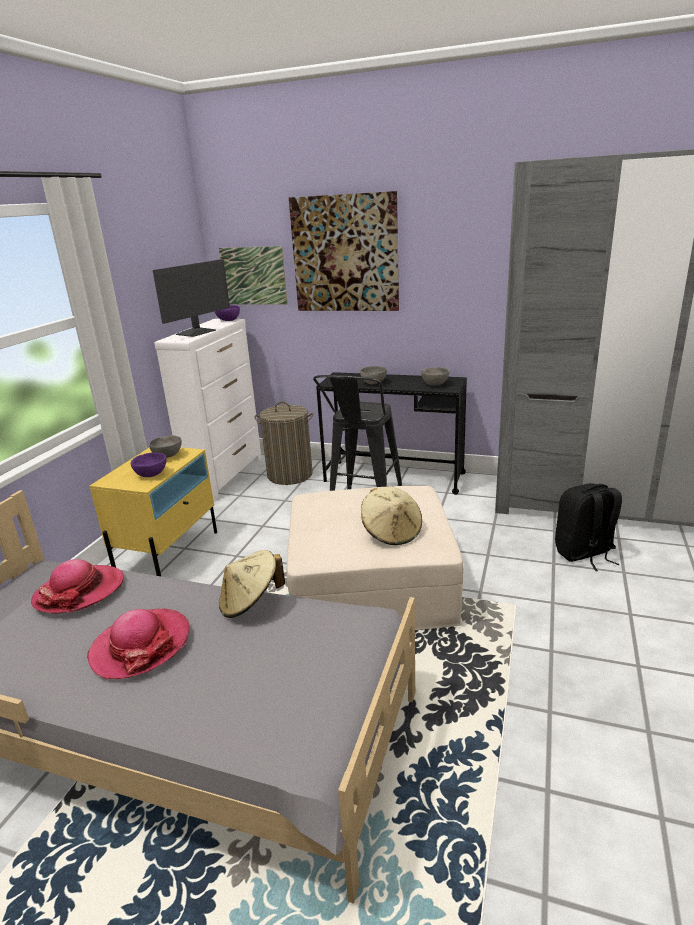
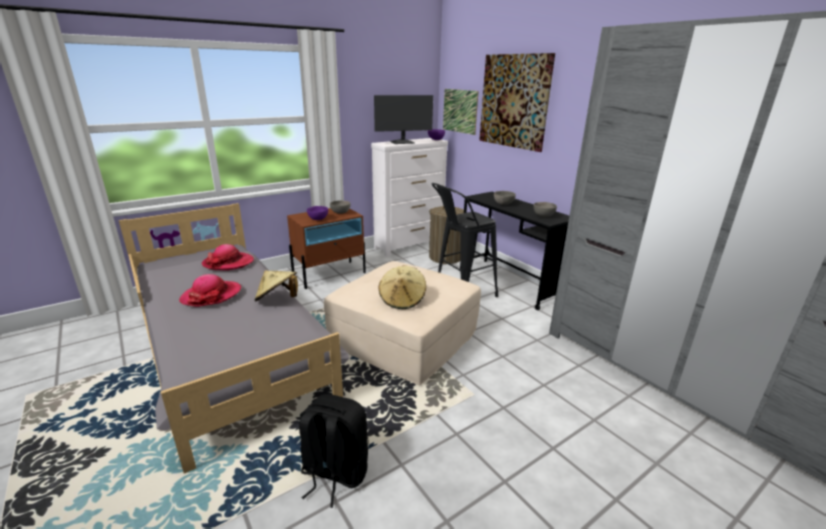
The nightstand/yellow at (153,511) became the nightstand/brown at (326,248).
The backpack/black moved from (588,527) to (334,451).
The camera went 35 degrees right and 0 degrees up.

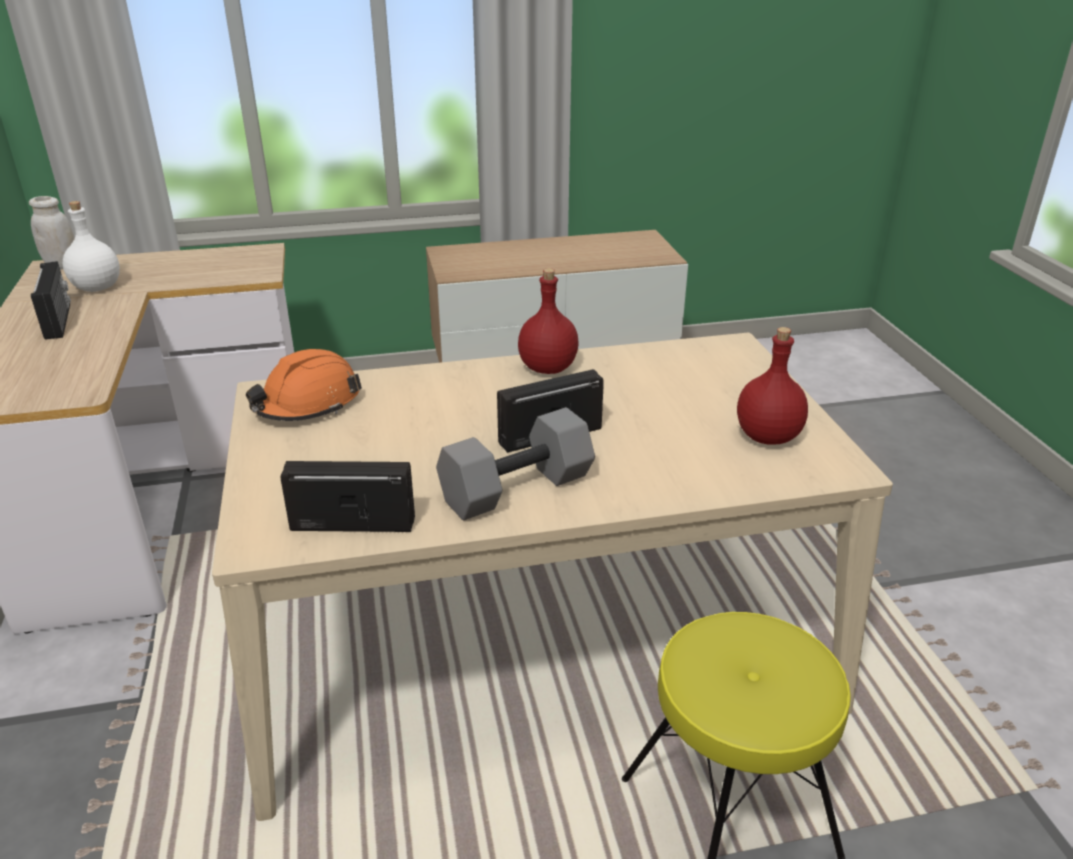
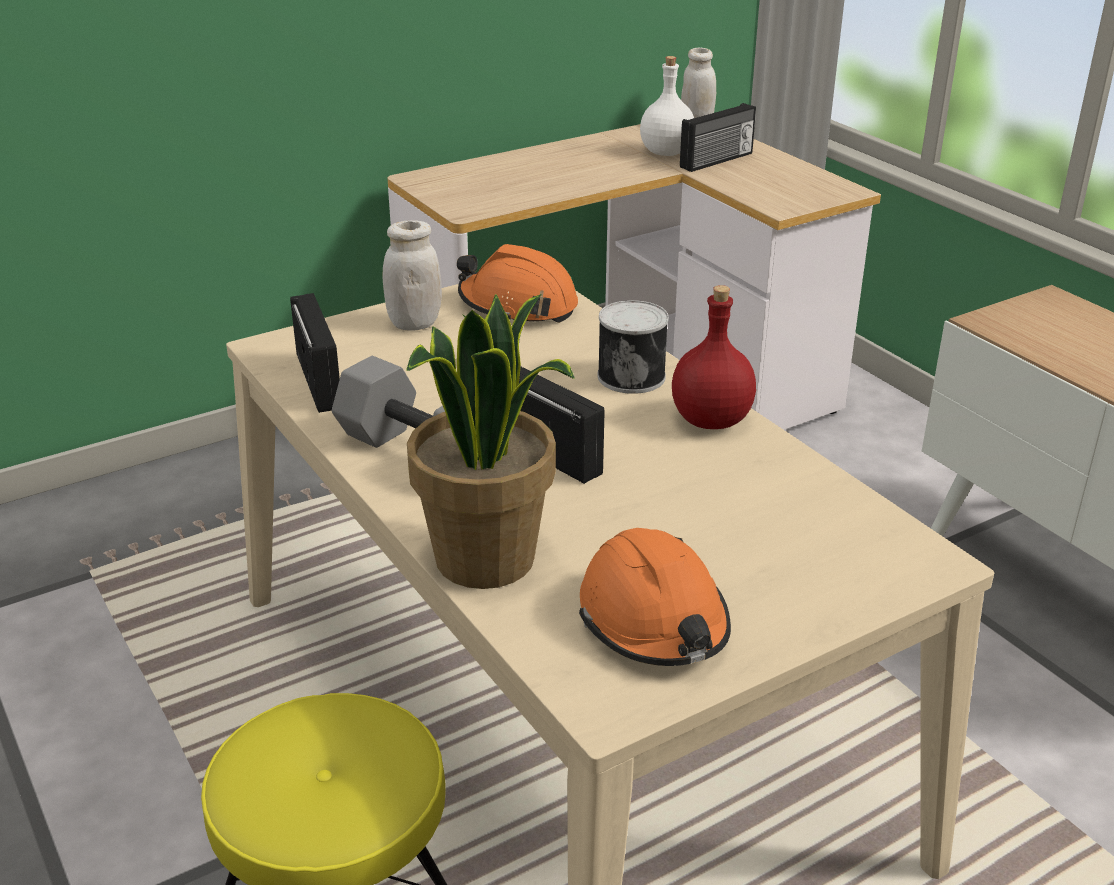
The radio moved from (51,300) to (718,137).
The bottle/red at (772,386) was replaced by the hard hat/orange at (655,597).
The jar/white at (412,275) appeared.
The potted plant at (490,441) appeared.
The can at (633,347) appeared.
The camera went 70 degrees right and 0 degrees up.

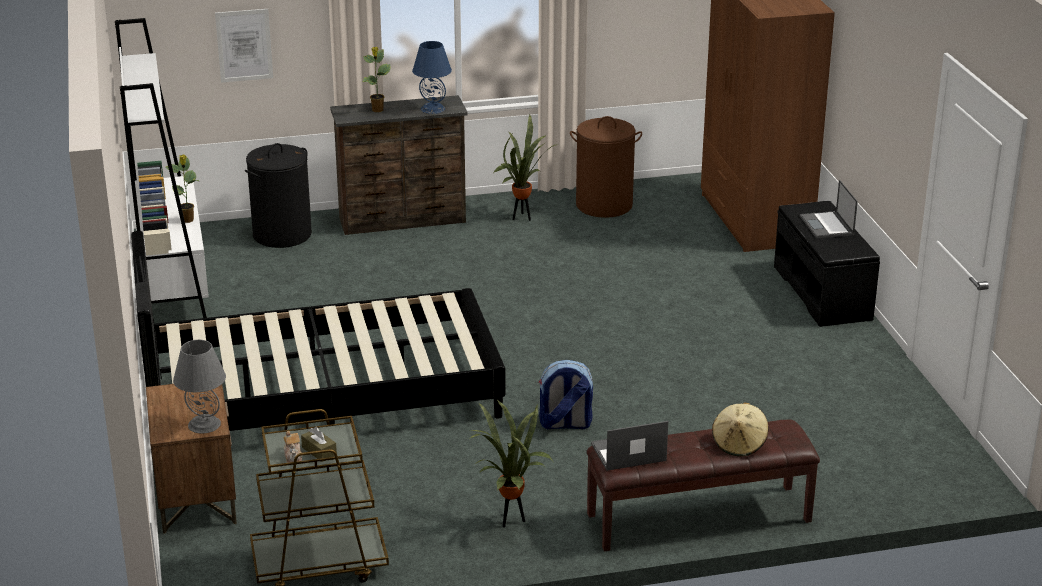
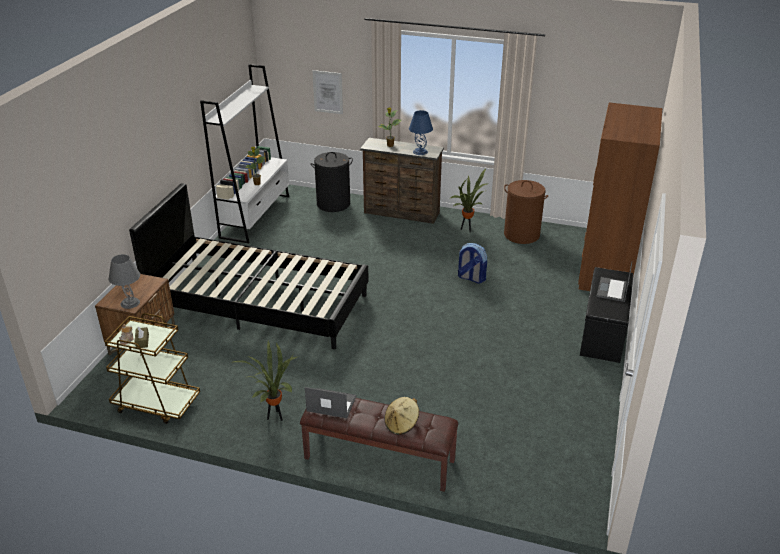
The backpack moved from (566,394) to (472,263).
The camera went 30 degrees right and 5 degrees up.

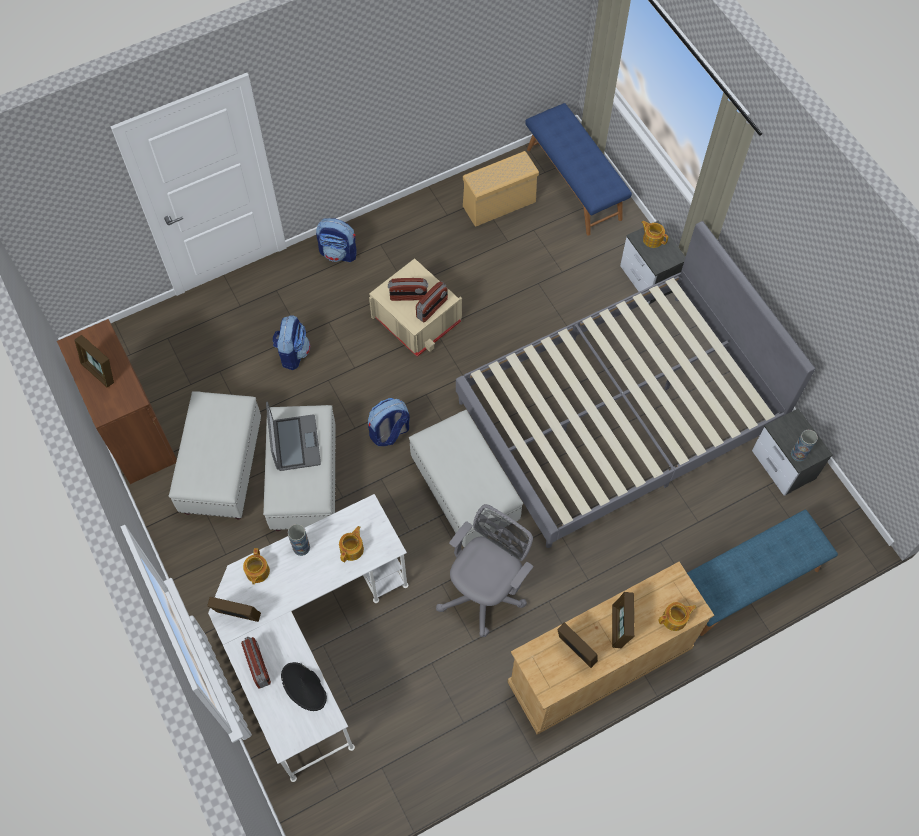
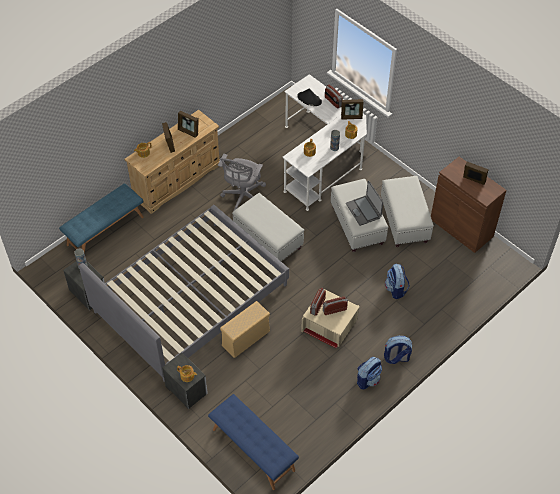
The backpack moved from (389,422) to (369,373).
The storage box/beige moved from (501,188) to (245,329).
The camera went 165 degrees right and 10 degrees down.

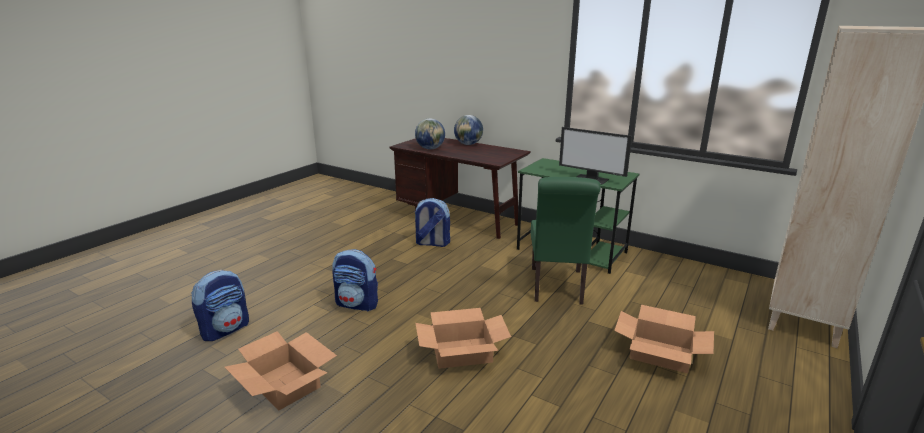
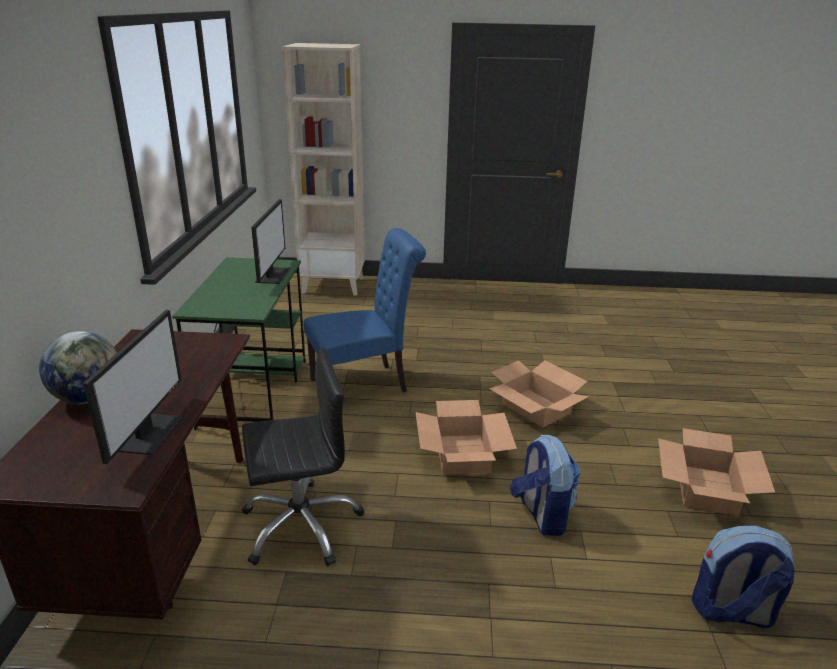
The backpack at (432,222) was replaced by the office chair/black at (303,457).
The globe at (430,134) was replaced by the monitor at (132,387).
The chair/green at (566,241) became the chair/blue at (365,310).
The cardboard box moved from (664,339) to (466,437).
The camera went 120 degrees left and 5 degrees up.

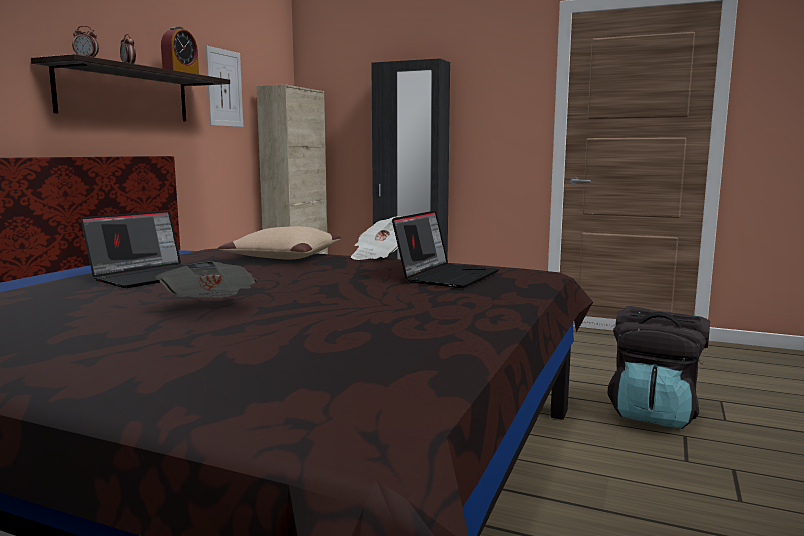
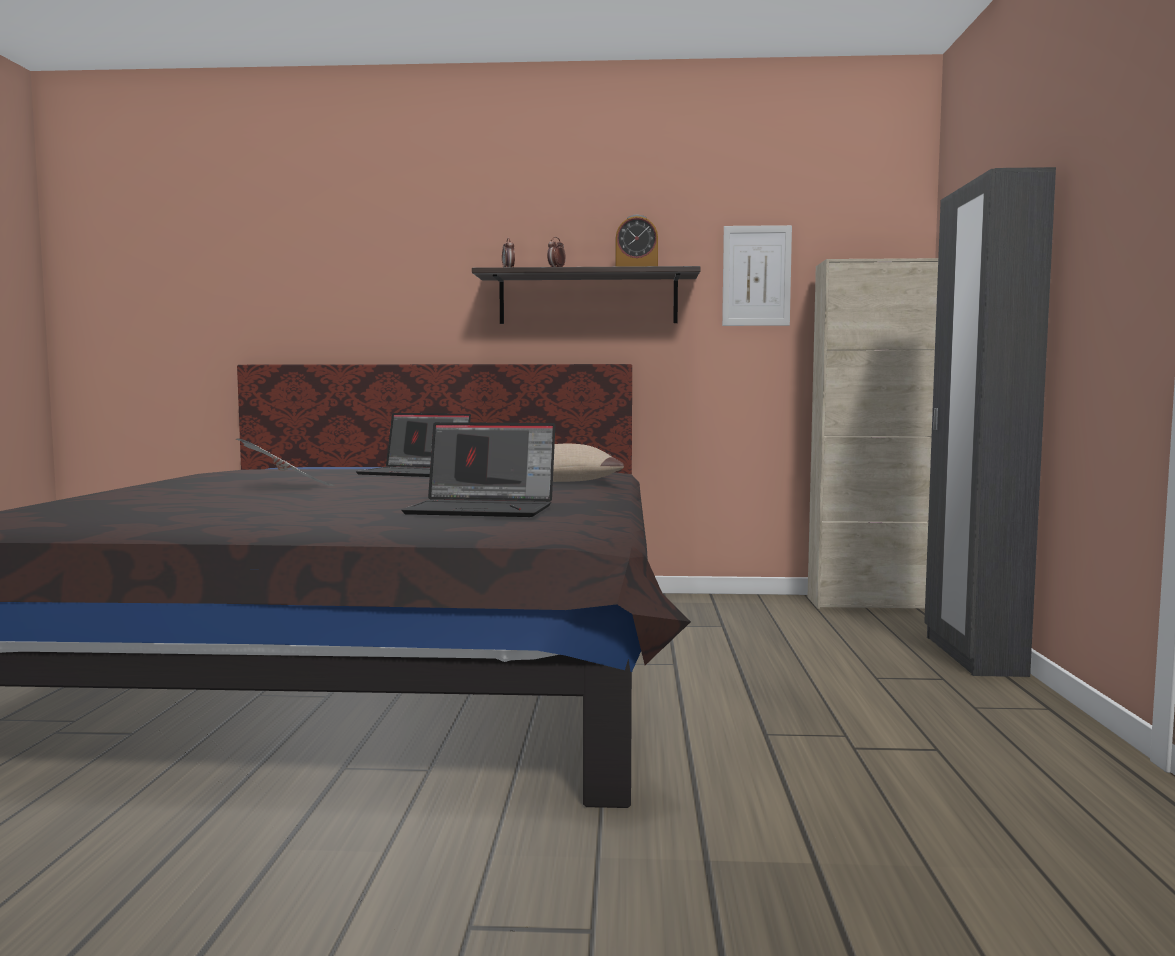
The newspaper at (376,238) disappeared.
The backpack/black at (659,367) disappeared.
The camera went 70 degrees right and 5 degrees down.

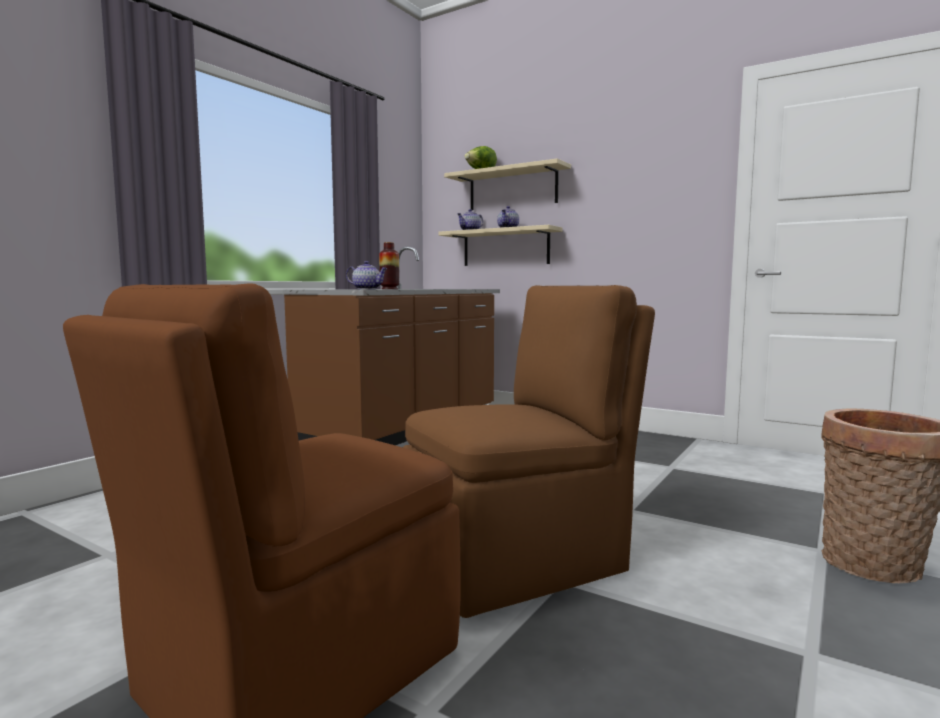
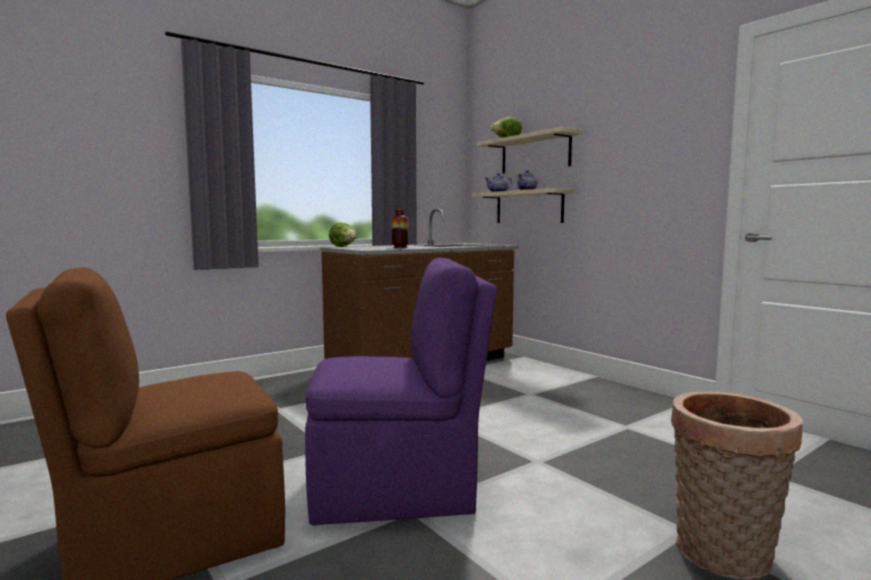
The teapot at (367,275) disappeared.
The chair/brown at (529,451) became the chair/purple at (401,391).
The lettuce at (342,234) appeared.
The camera went 20 degrees right and 0 degrees up.

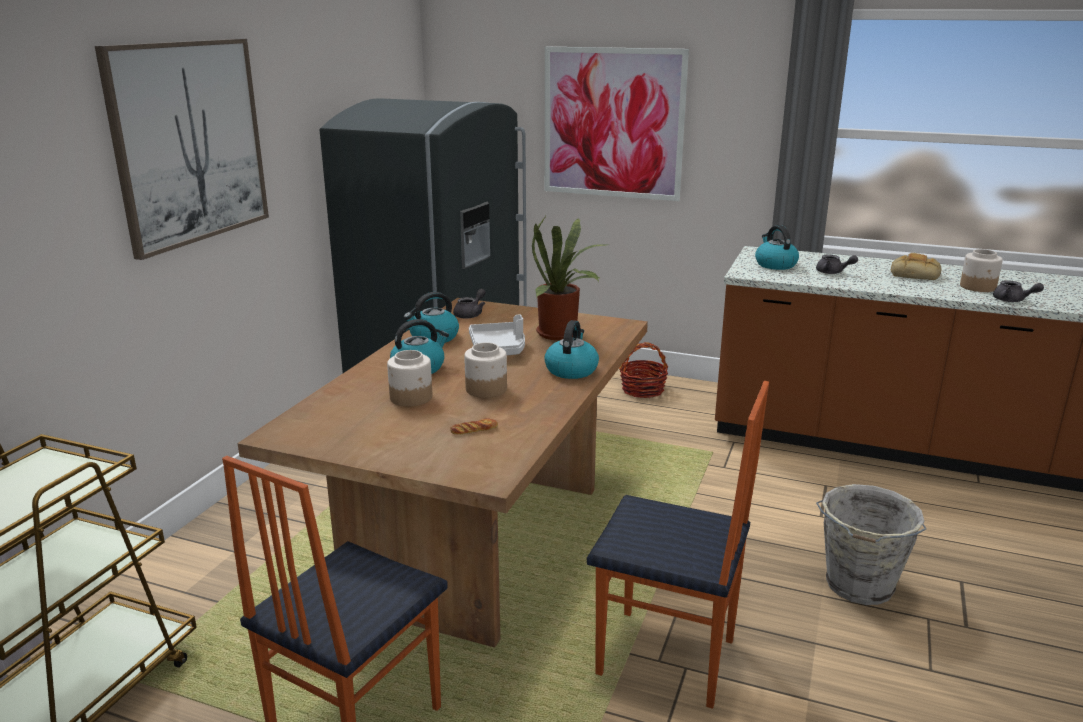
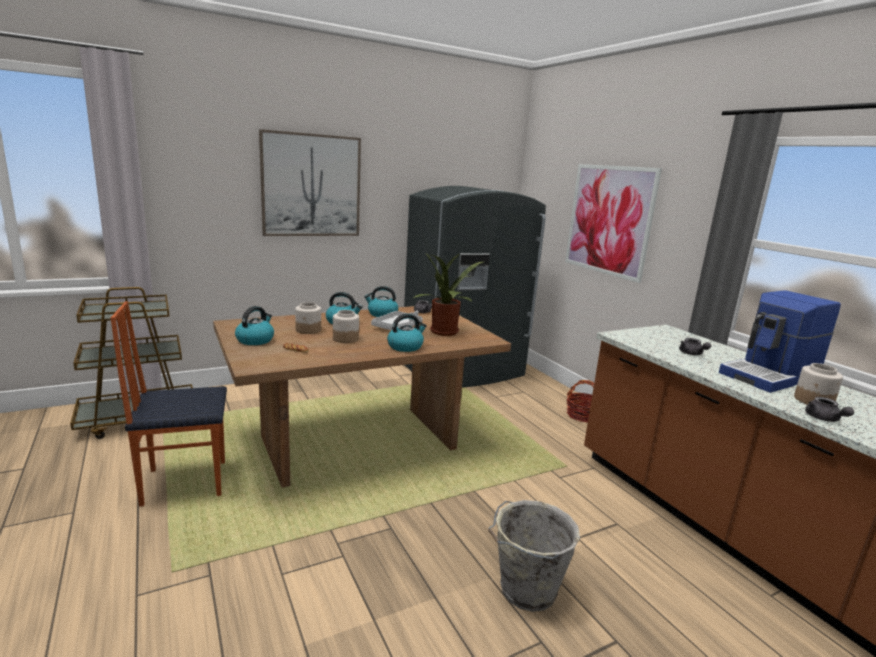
The chair at (678,545) disappeared.
The kettle moved from (777,247) to (254,325).
The bread at (916,266) was replaced by the coffee machine at (780,341).
The camera went 40 degrees right and 5 degrees down.

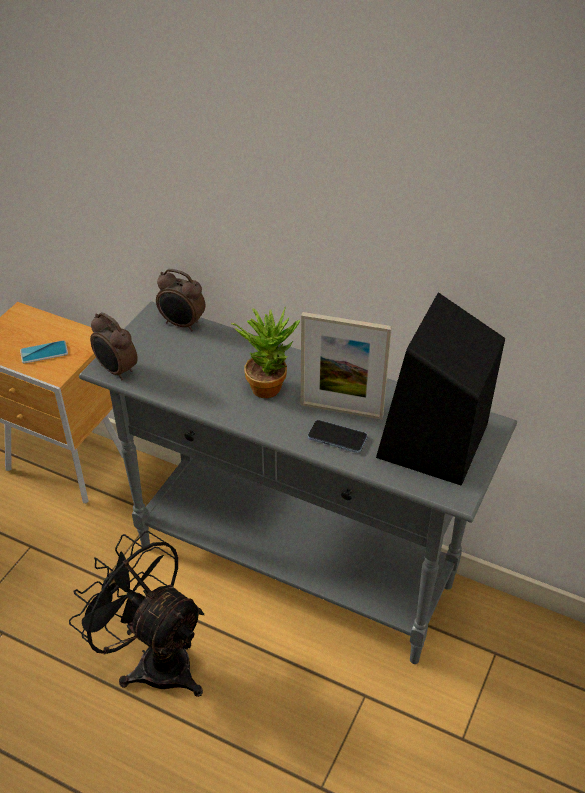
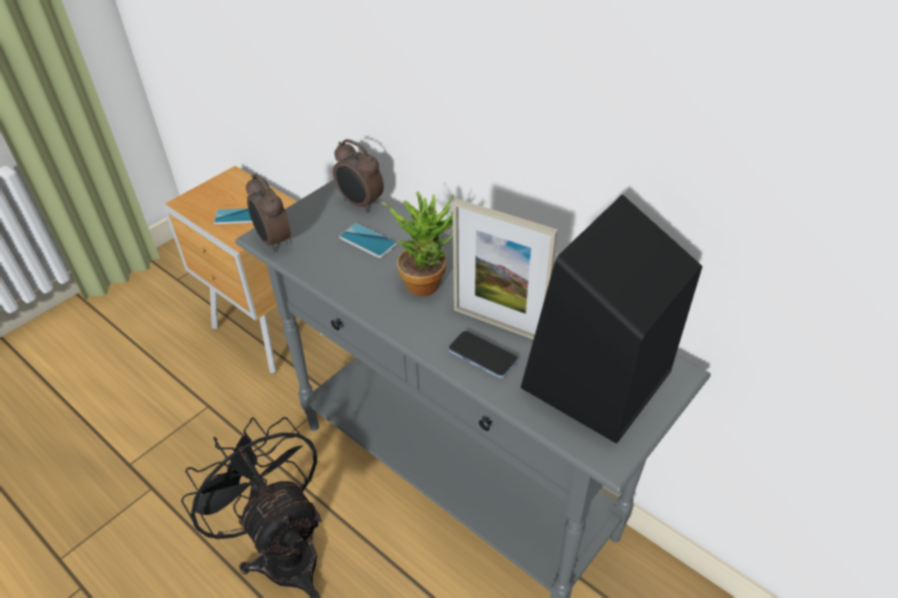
The phone at (368,240) appeared.
The camera went 15 degrees right and 0 degrees up.

